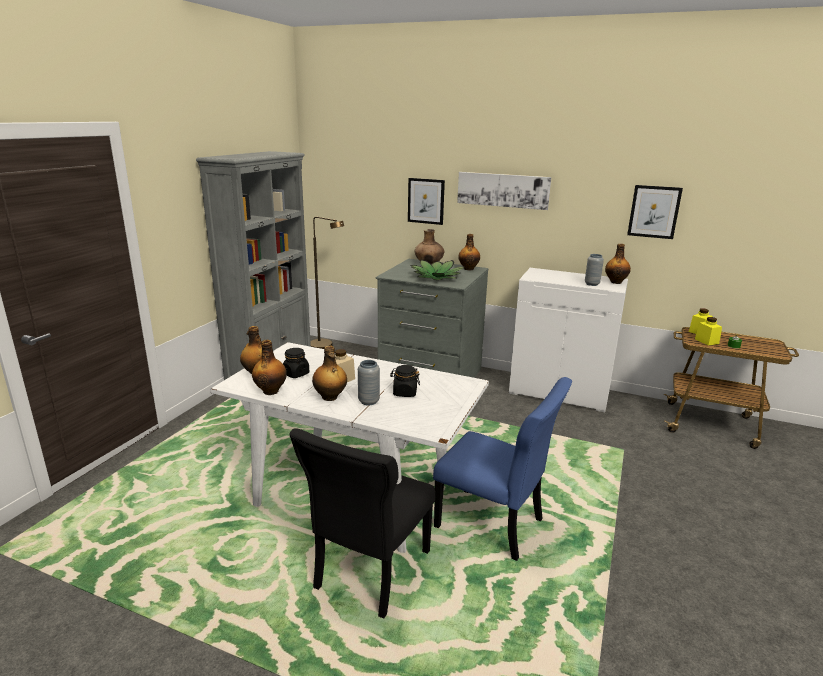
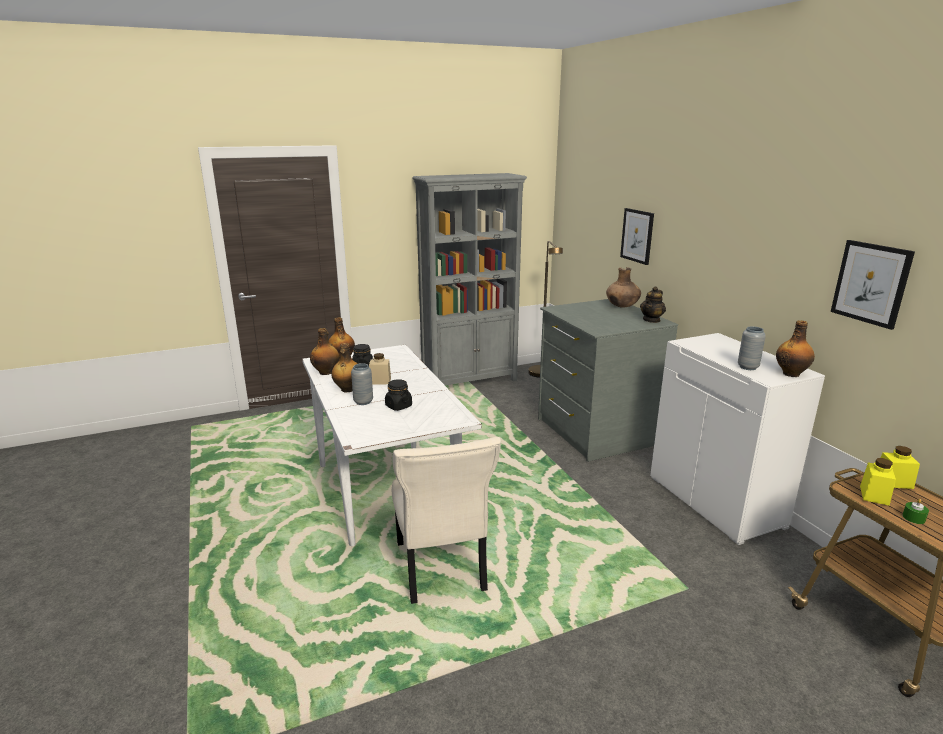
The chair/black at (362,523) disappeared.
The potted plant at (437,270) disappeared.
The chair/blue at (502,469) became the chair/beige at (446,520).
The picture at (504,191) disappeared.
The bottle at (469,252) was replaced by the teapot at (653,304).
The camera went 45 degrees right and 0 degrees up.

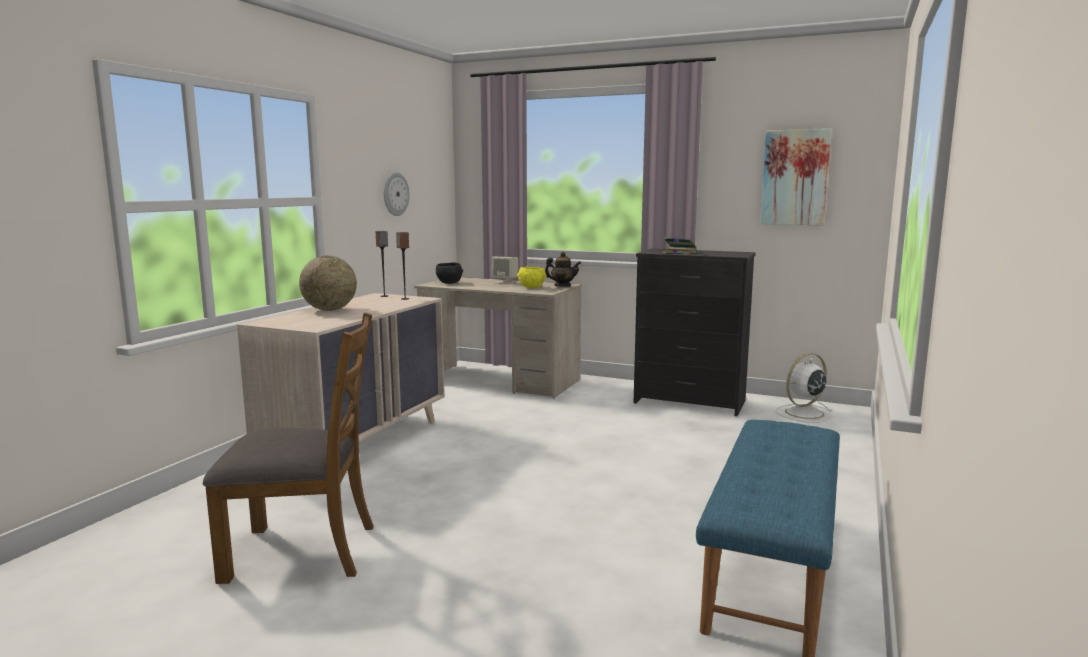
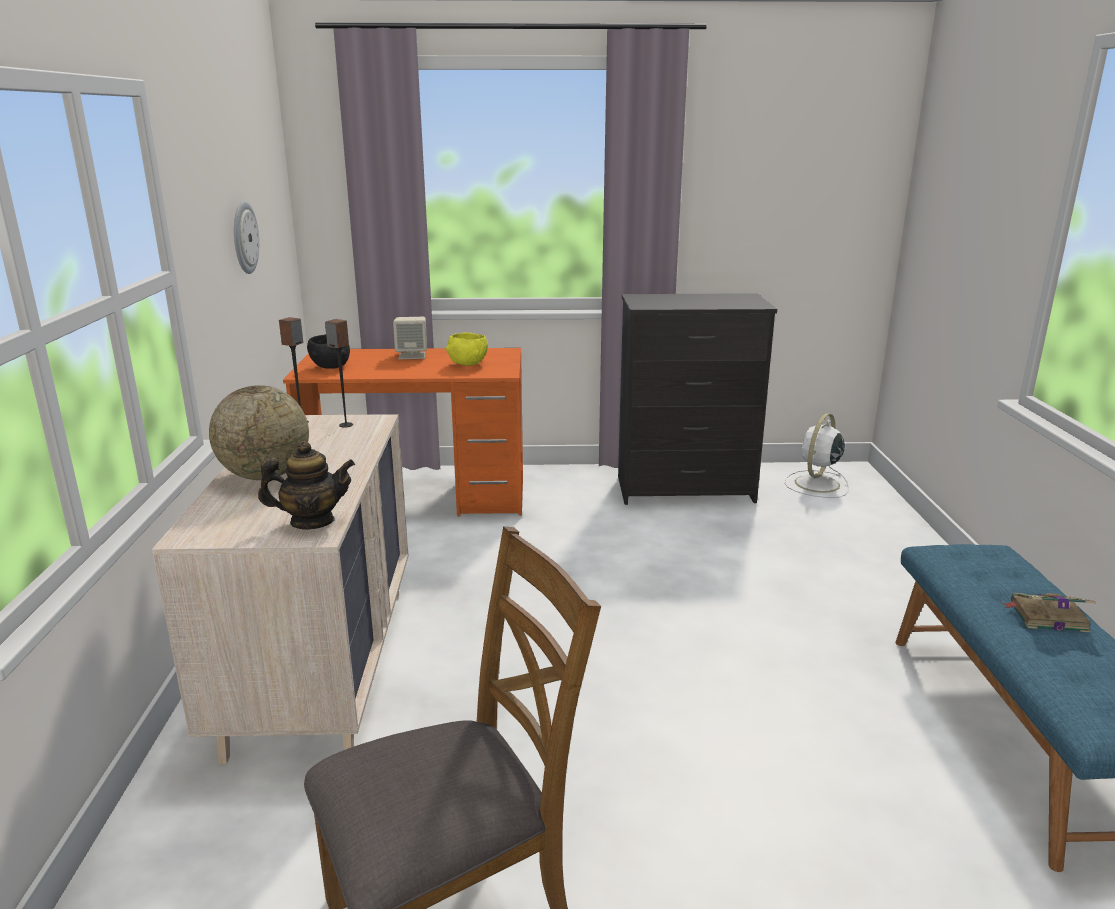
The desk/beige at (498,338) became the desk/orange at (403,432).
The teapot moved from (563,269) to (306,485).
The book moved from (679,246) to (1049,612).
The picture at (796,177) disappeared.
The camera went 25 degrees left and 10 degrees up.

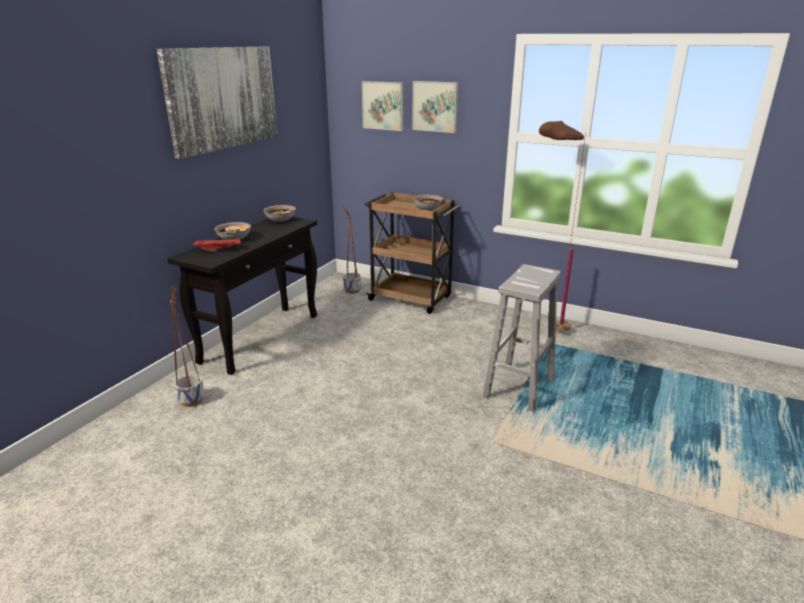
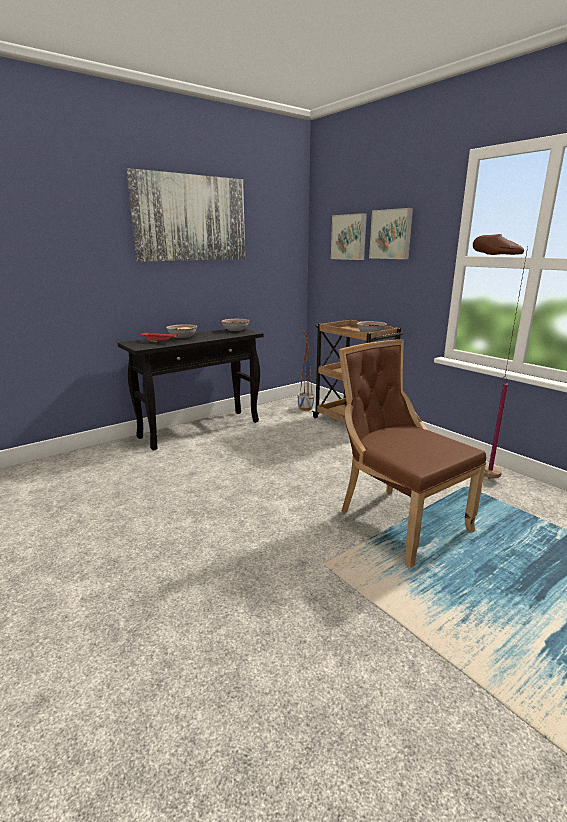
The planter at (187,345) disappeared.
The stool/white at (522,338) was replaced by the chair/brown at (412,453).
The camera went 25 degrees right and 5 degrees down.

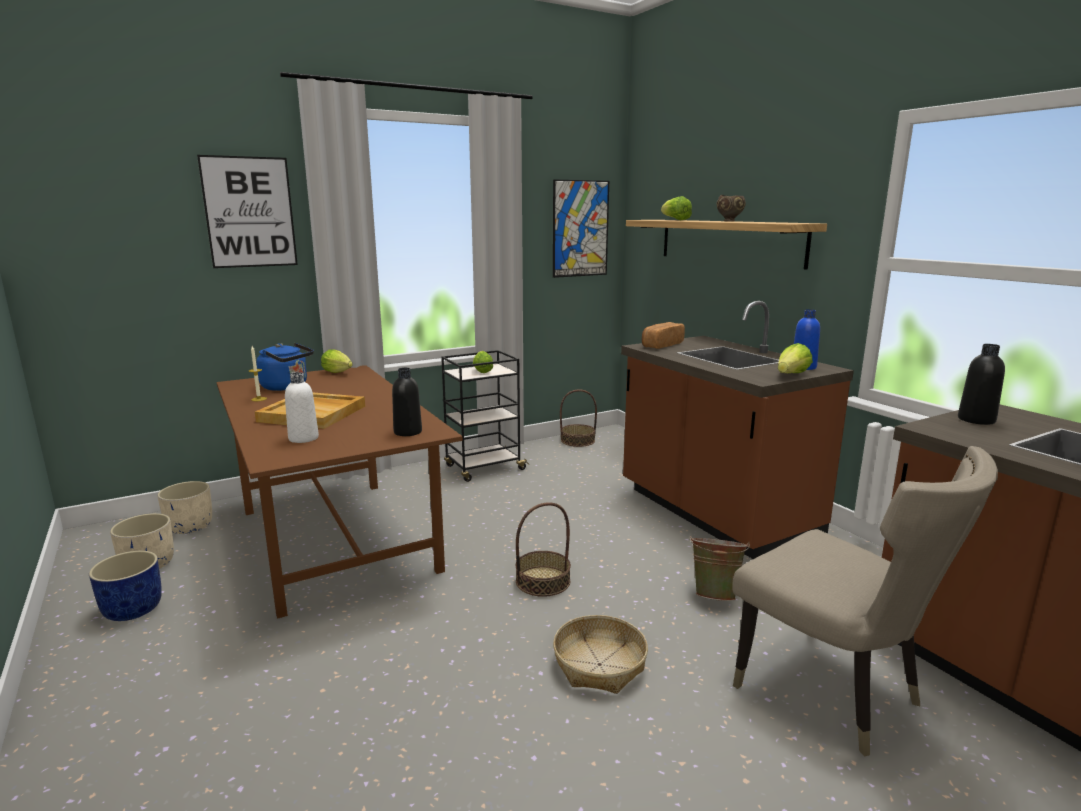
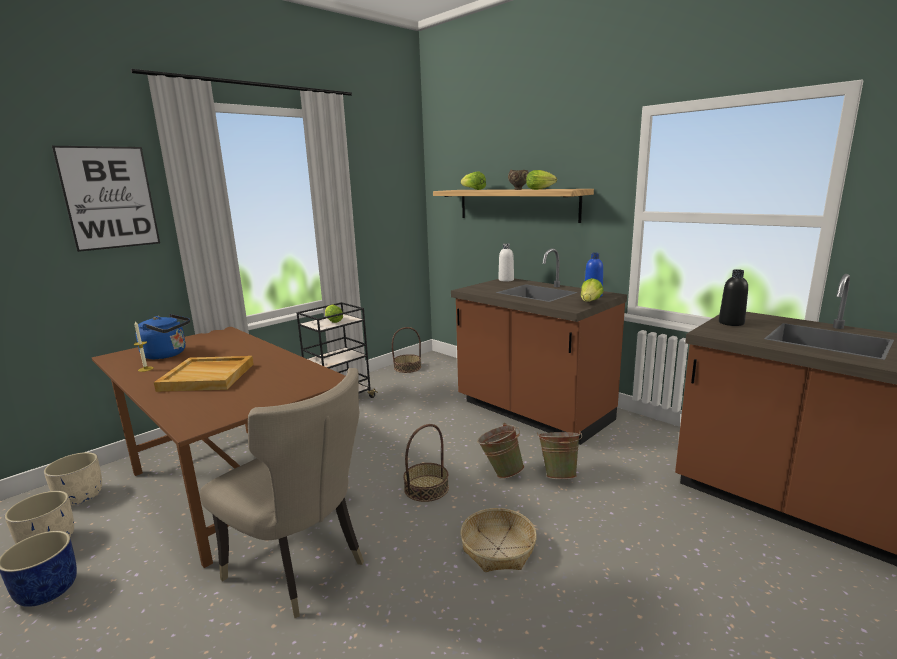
The bottle/white moved from (302,407) to (506,262).
The lettuce moved from (337,361) to (541,180).
The bottle/black at (407,402) disappeared.
The picture at (581,228) disappeared.
The bread at (663,335) disappeared.
The chair/beige moved from (865,601) to (282,493).
The bucket/green at (500,451) appeared.
The camera went 15 degrees left and 0 degrees up.

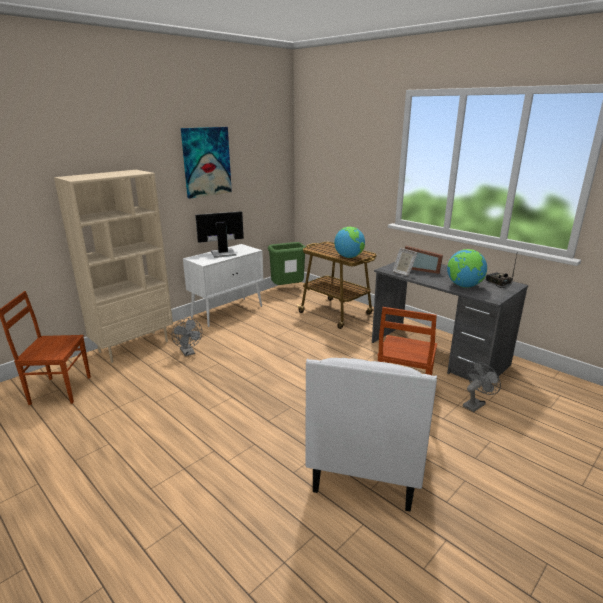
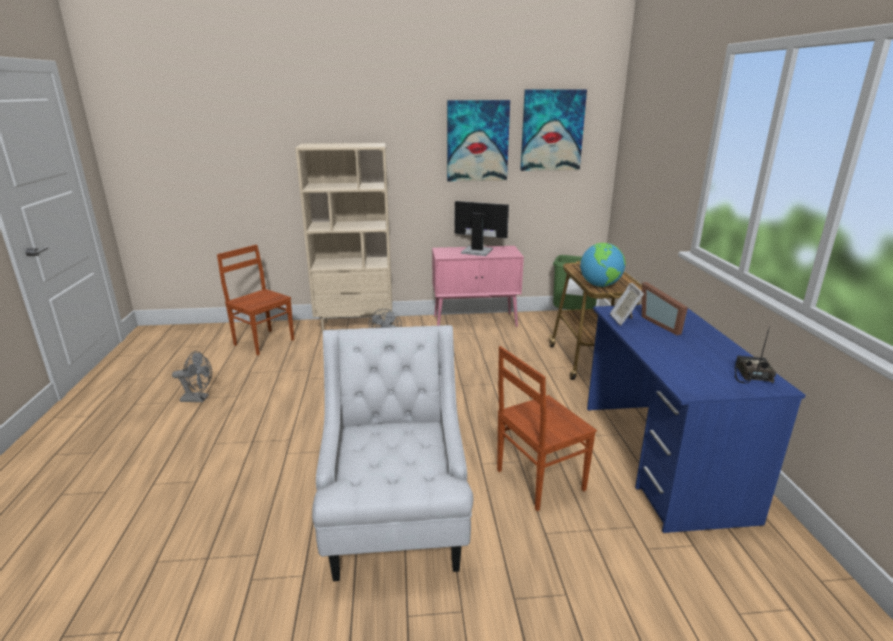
The cabinet/white at (223,285) became the cabinet/pink at (478,286).
The armchair/white at (371,434) turned 120 degrees clockwise.
The desk/grey at (450,322) became the desk/blue at (696,419).
The globe at (467,268) disappeared.
The fan/grey moved from (482,387) to (192,376).
The picture at (553,130) appeared.
The camera went 40 degrees right and 0 degrees up.

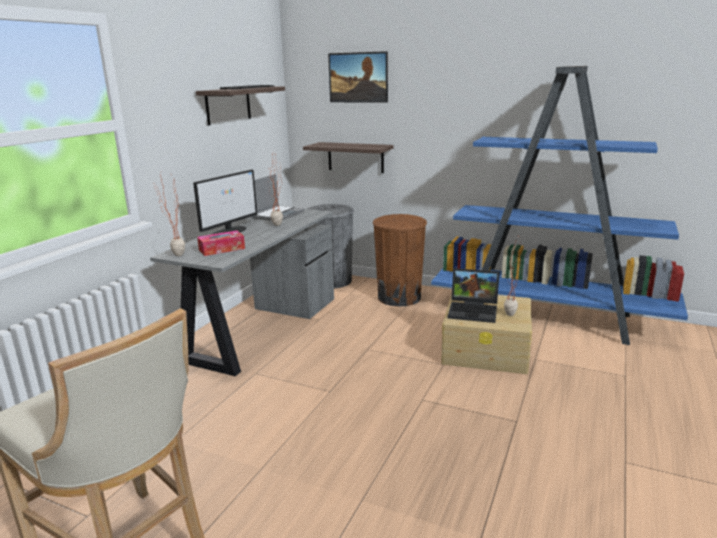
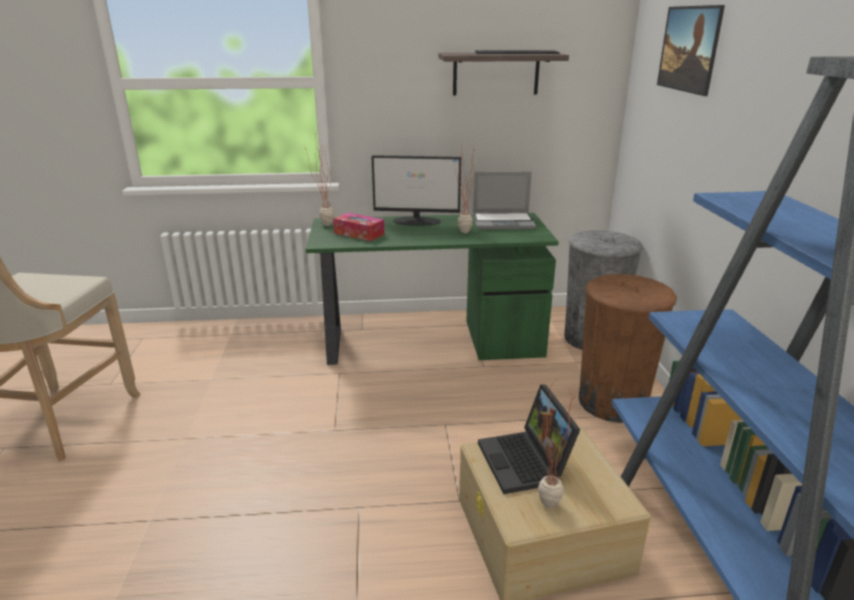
The desk/grey at (242,292) became the desk/green at (432,289).
The shelf at (348,157) disappeared.
The camera went 60 degrees right and 5 degrees up.

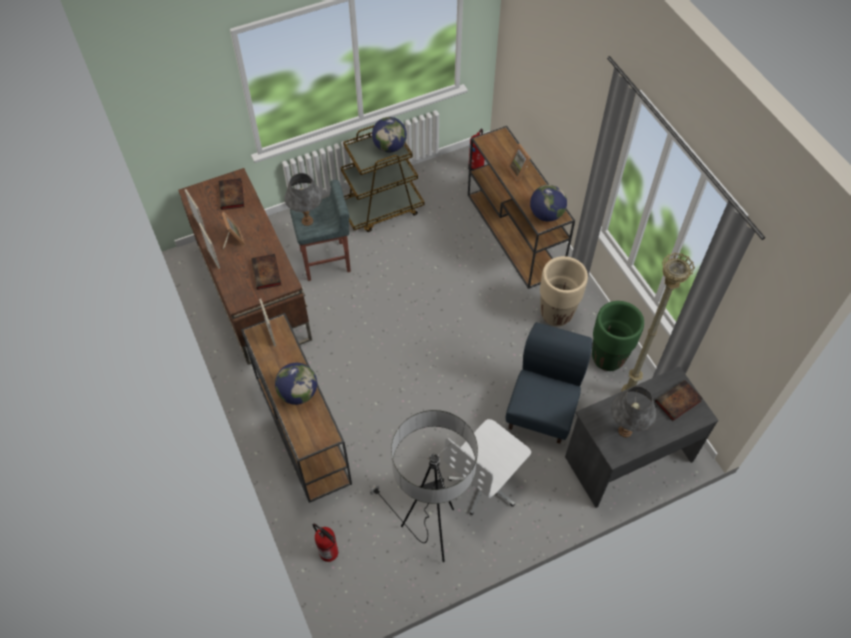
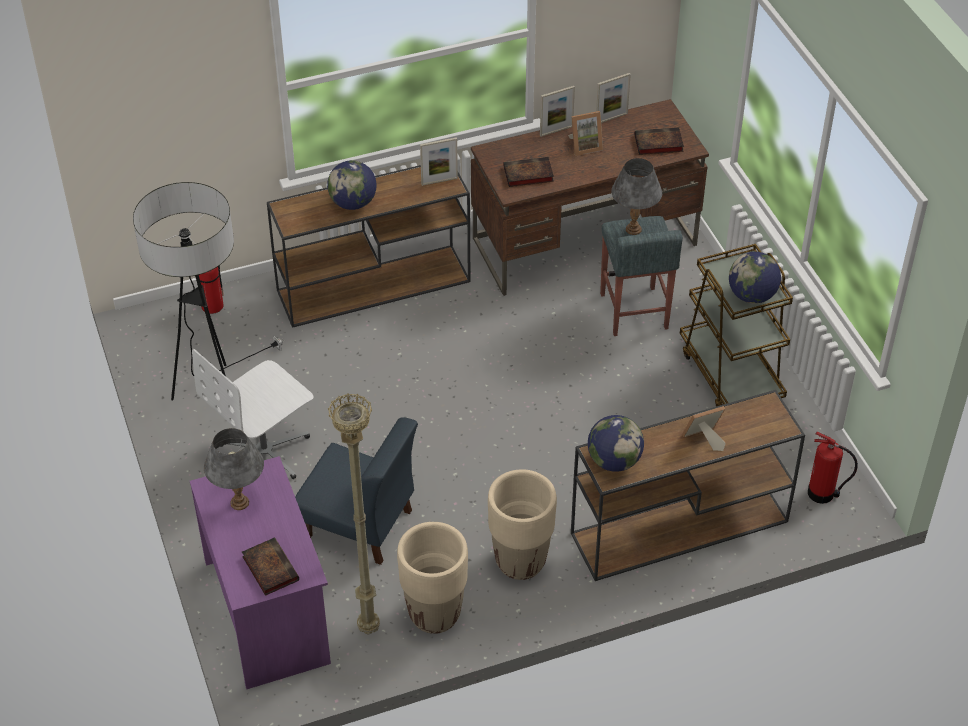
The office chair/white at (487,467) turned 90 degrees counterclockwise.
The desk/grey at (642,437) became the desk/purple at (260,572).
The planter/green at (618,336) became the planter/beige at (432,578).
The camera went 95 degrees right and 10 degrees down.

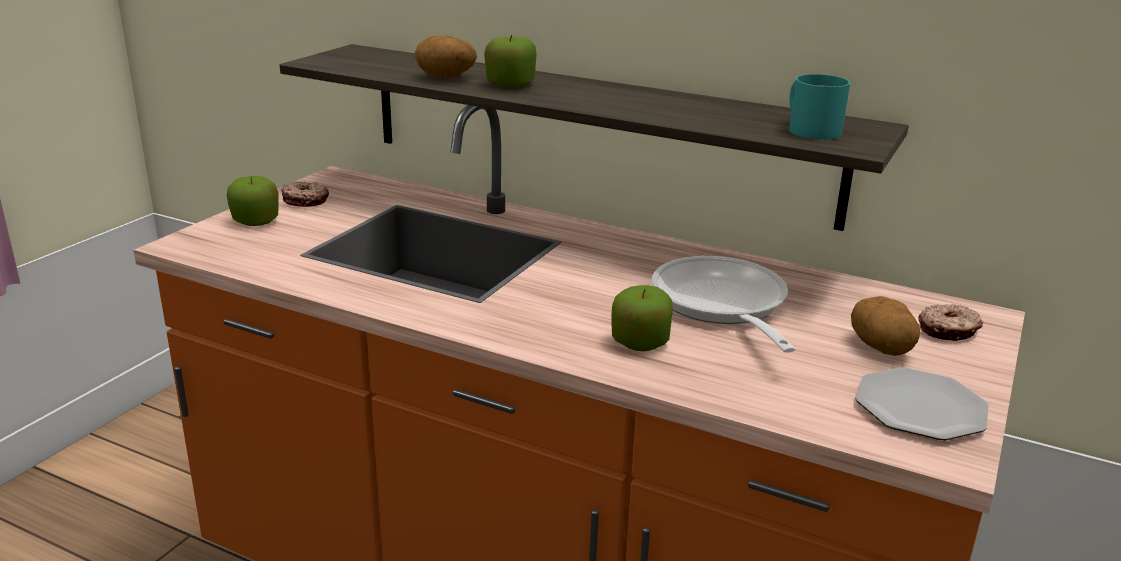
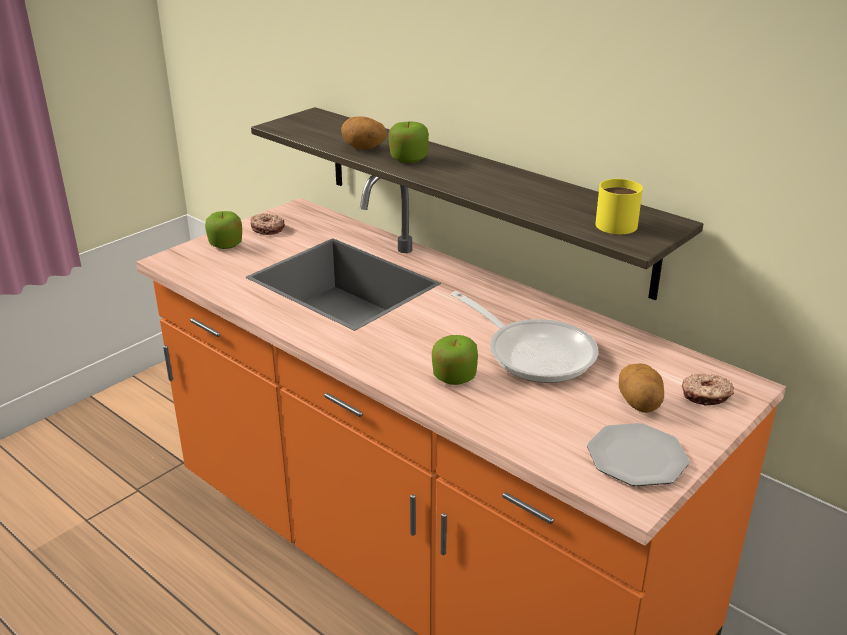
The frying pan at (724,304) turned 135 degrees clockwise.
The mug/turquoise at (819,107) became the mug/yellow at (619,206).
The camera went 15 degrees right and 5 degrees up.

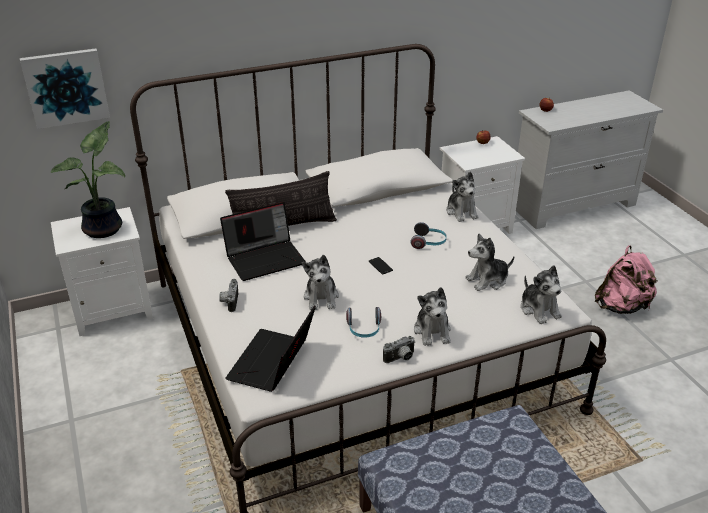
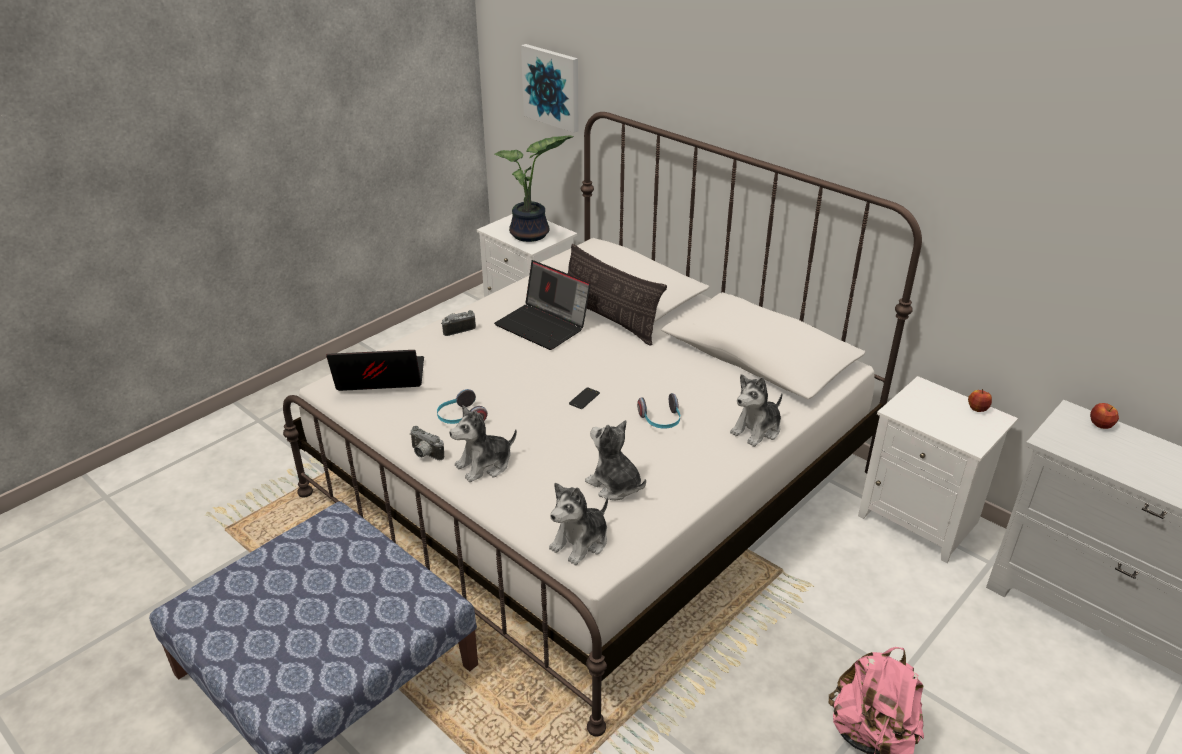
The plush toy at (320,282) disappeared.
The camera went 65 degrees right and 0 degrees up.

